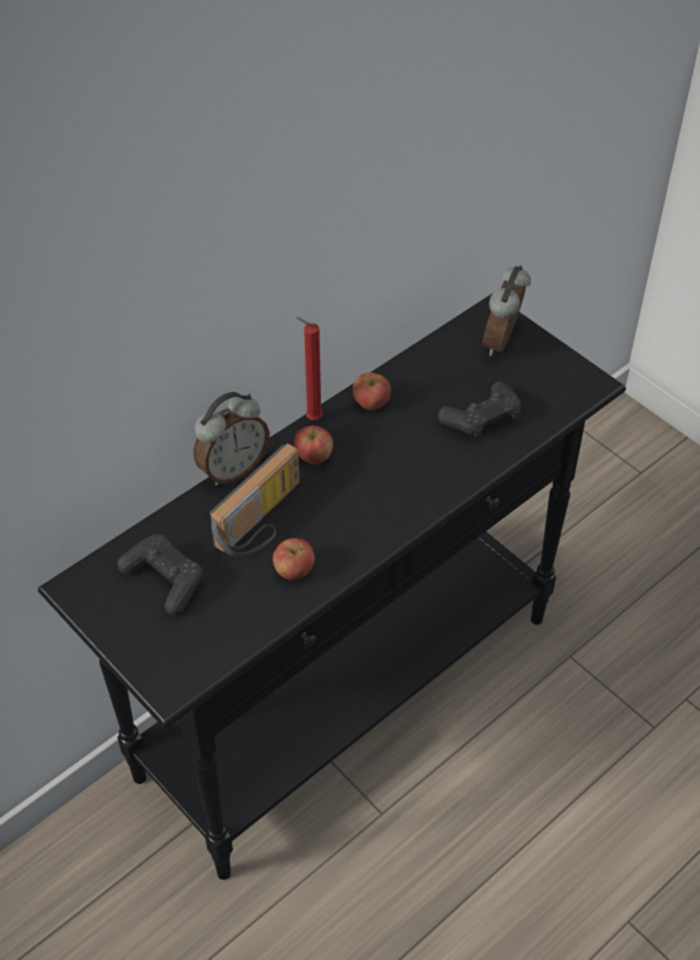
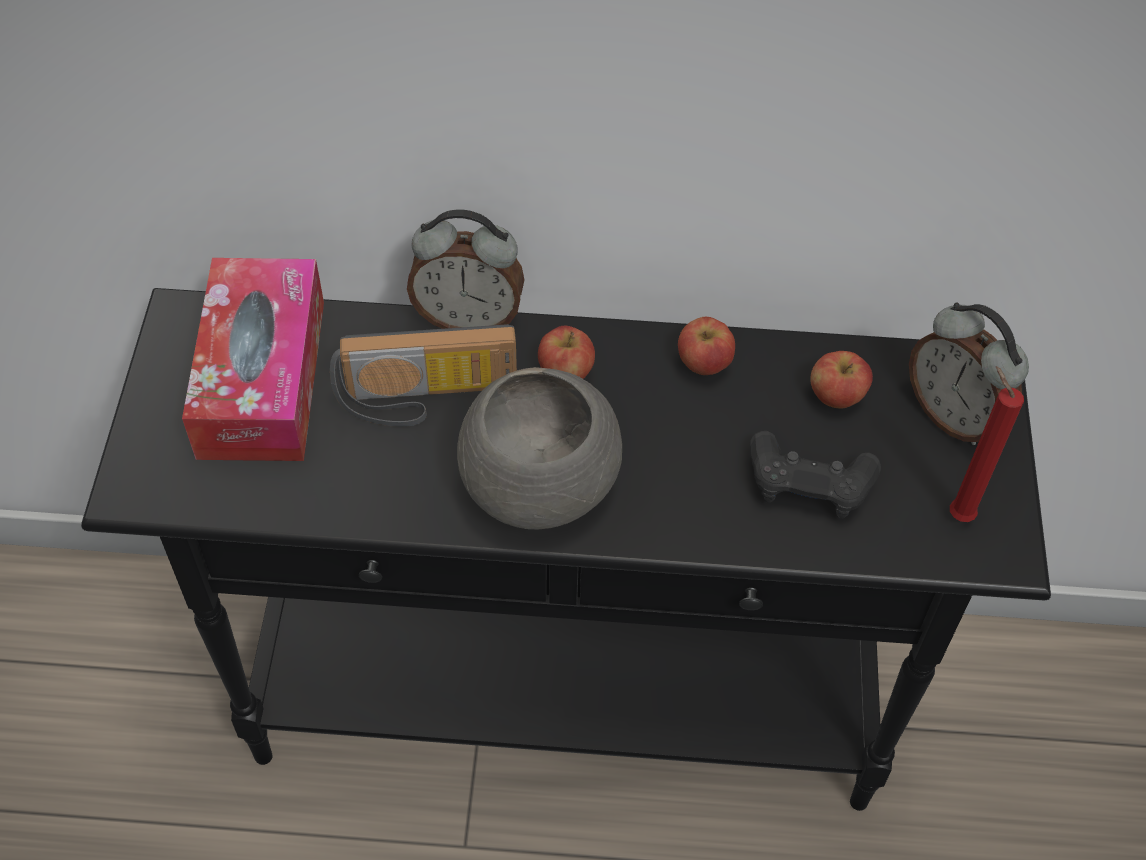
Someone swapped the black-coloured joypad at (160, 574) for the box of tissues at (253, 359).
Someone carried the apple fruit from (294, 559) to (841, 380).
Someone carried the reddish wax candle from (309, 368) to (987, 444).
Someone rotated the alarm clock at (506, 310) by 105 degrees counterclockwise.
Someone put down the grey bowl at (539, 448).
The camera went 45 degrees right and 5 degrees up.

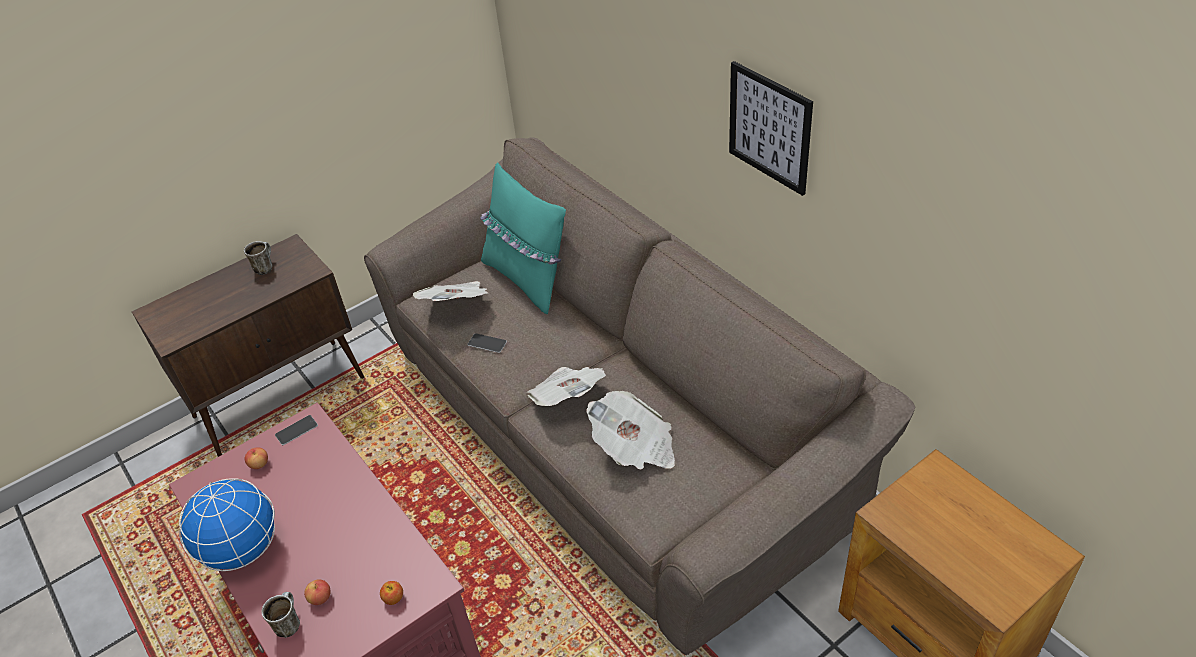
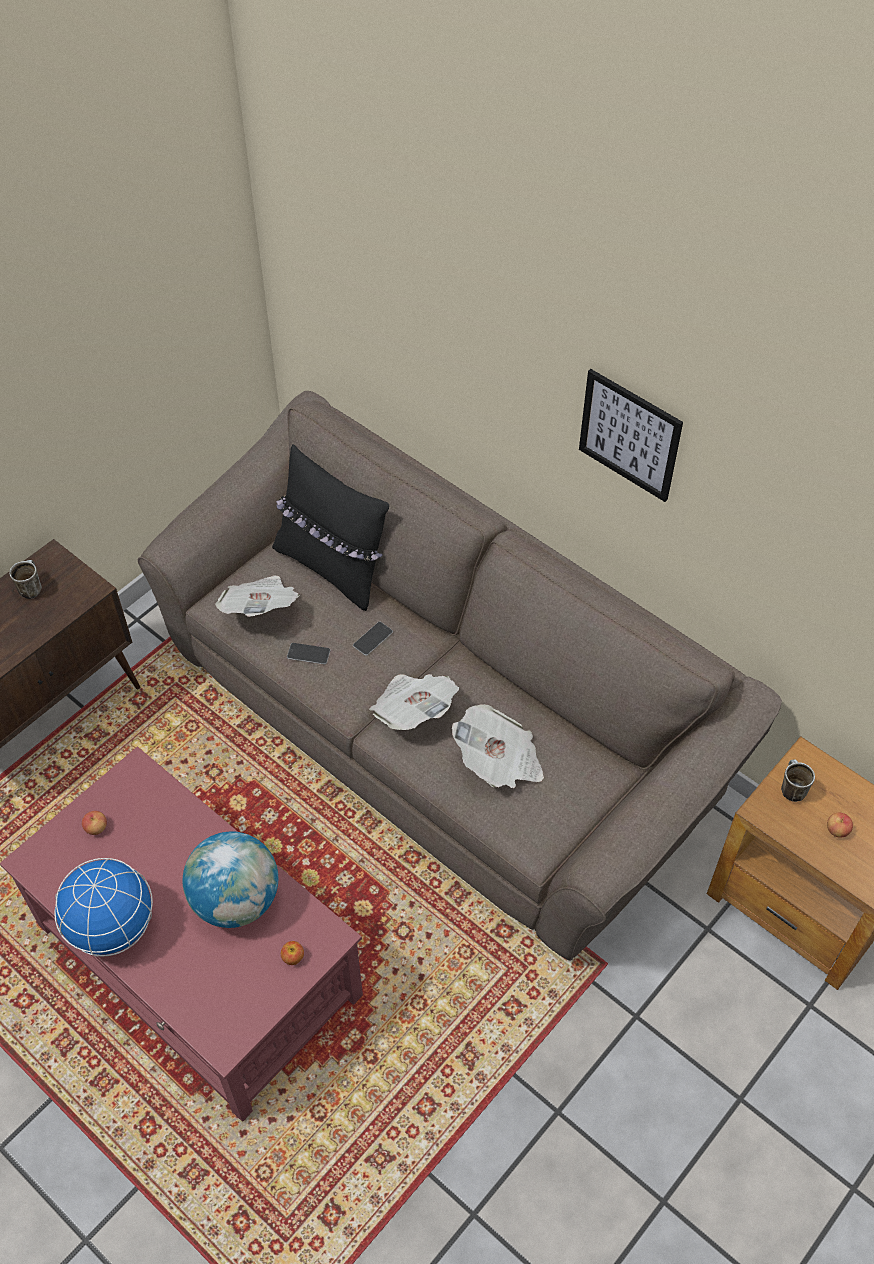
Someone carried the tea mug from (280, 615) to (798, 780).
Someone carried the phone from (296, 430) to (373, 638).
Someone carried the apple fruit from (317, 592) to (840, 825).
Someone repainted the turquoise cushion at (523, 238), which became the black-coloured cushion at (330, 527).
Someone put down the globe at (230, 879).
The camera went 15 degrees left and 10 degrees up.

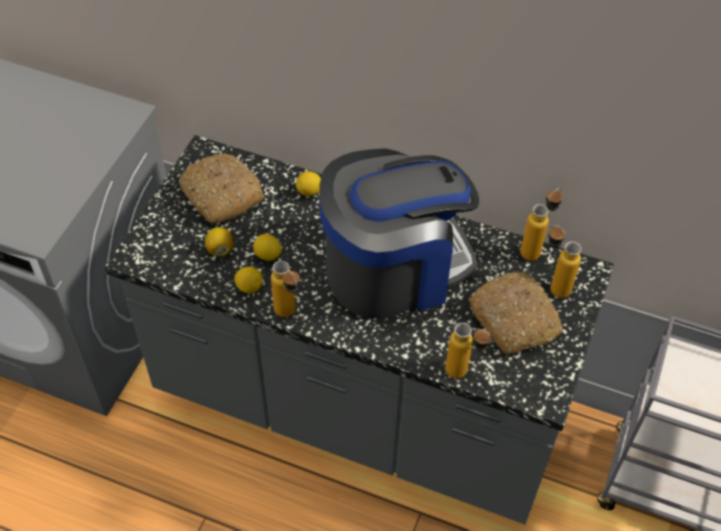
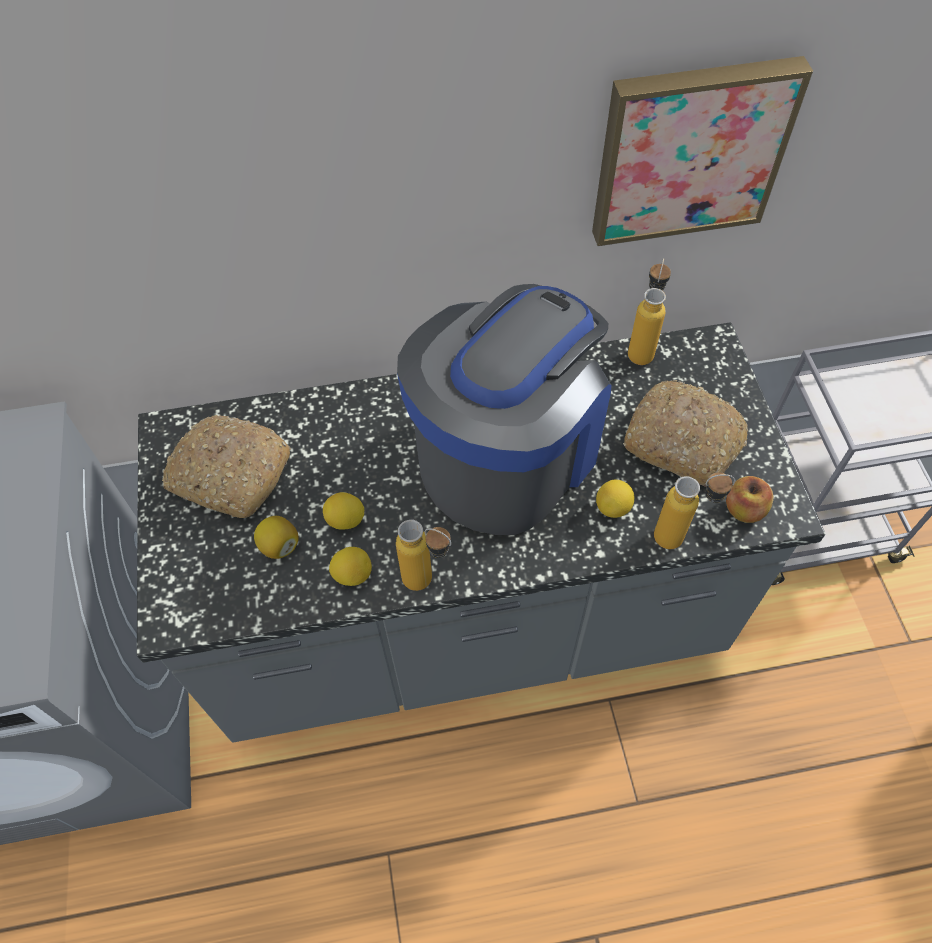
Someone carried the whole lemon from (308, 183) to (615, 499).
Someone took away the bottle at (564, 261).
Someone put up the picture at (702, 151).
Someone put down the apple fruit at (750, 499).
The camera went 30 degrees left and 5 degrees up.

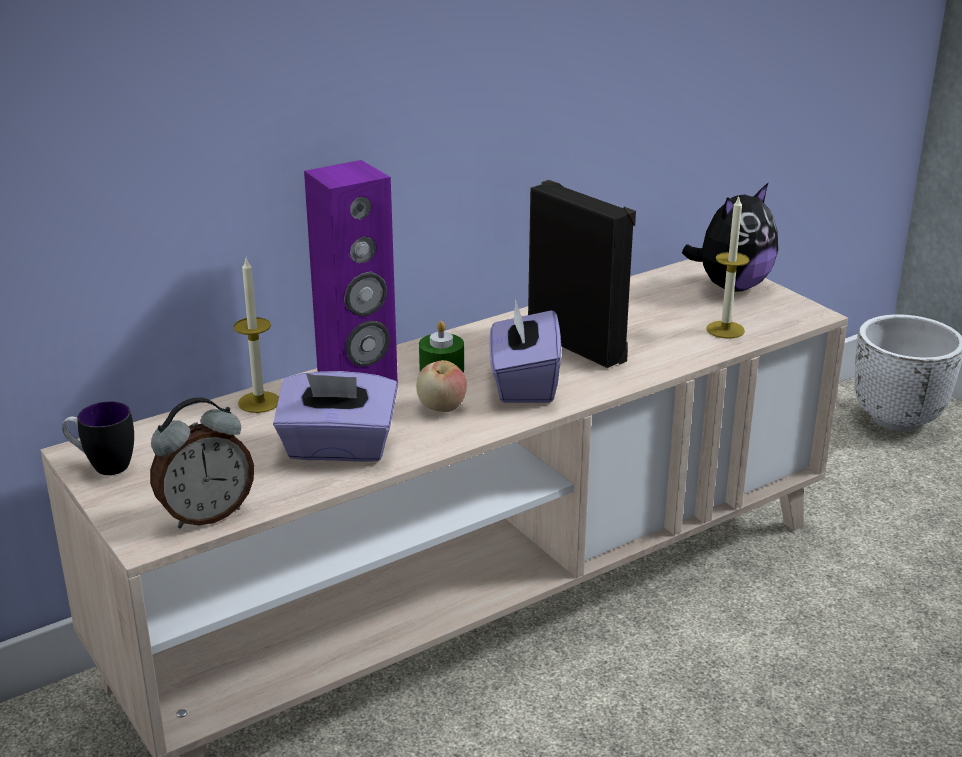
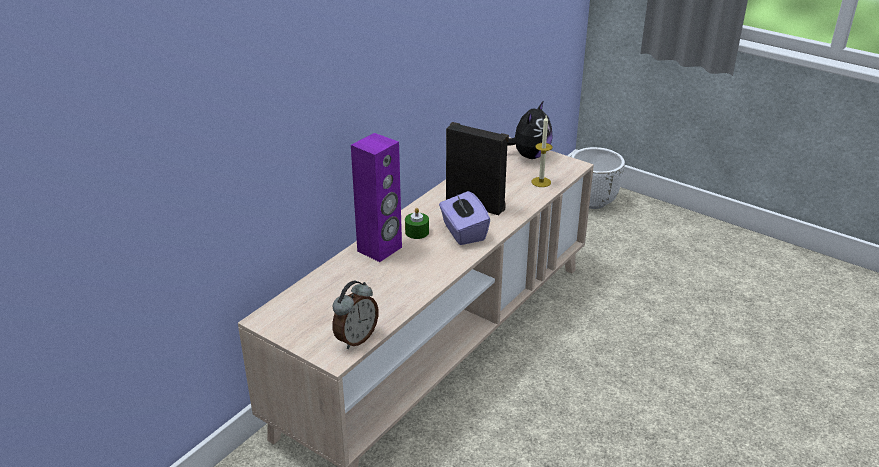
Someone took away the tea mug at (98, 438).
Someone took away the wax candle at (256, 336).
Someone took away the purplish box of tissues at (335, 416).
Someone took away the apple fruit at (441, 386).
The camera went 20 degrees left and 5 degrees up.

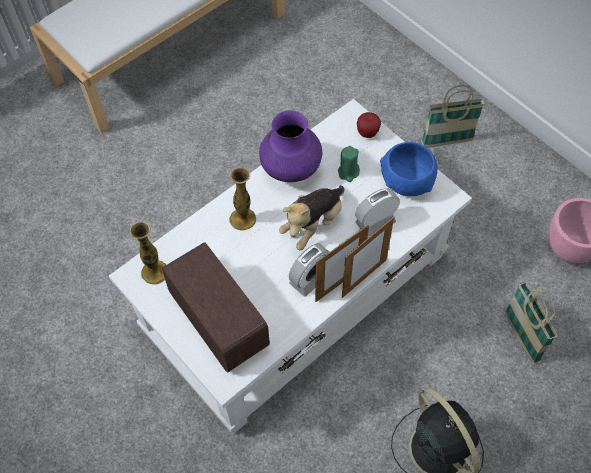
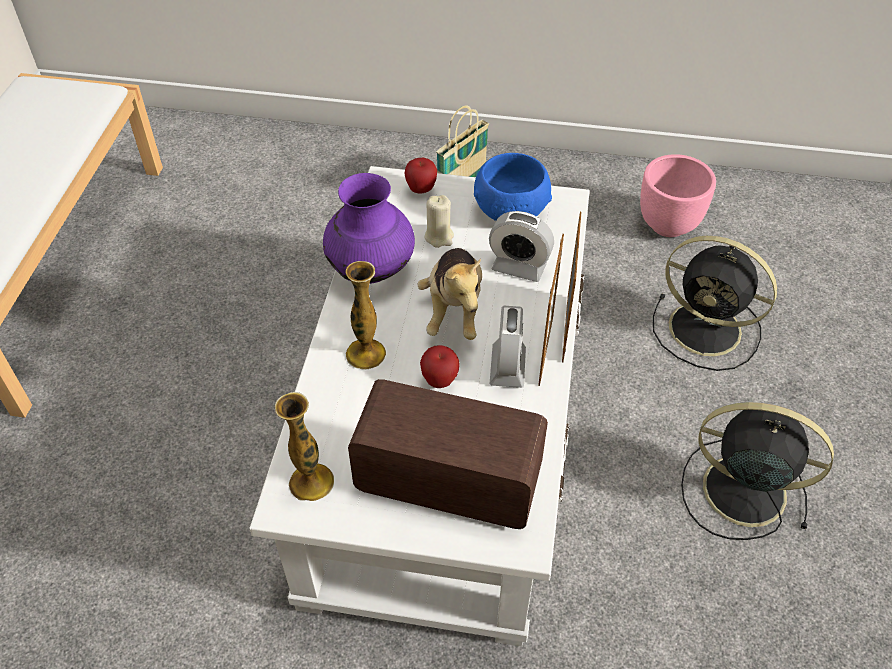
Someone repainted the green wax candle at (349, 164), which became the beige wax candle at (439, 221).
Someone rotated the alarm clock at (377, 212) by 90 degrees counterclockwise.
Someone swapped the storage basket at (531, 322) for the black-coloured fan at (715, 303).
Someone put down the apple fruit at (440, 366).
The camera went 40 degrees left and 10 degrees down.

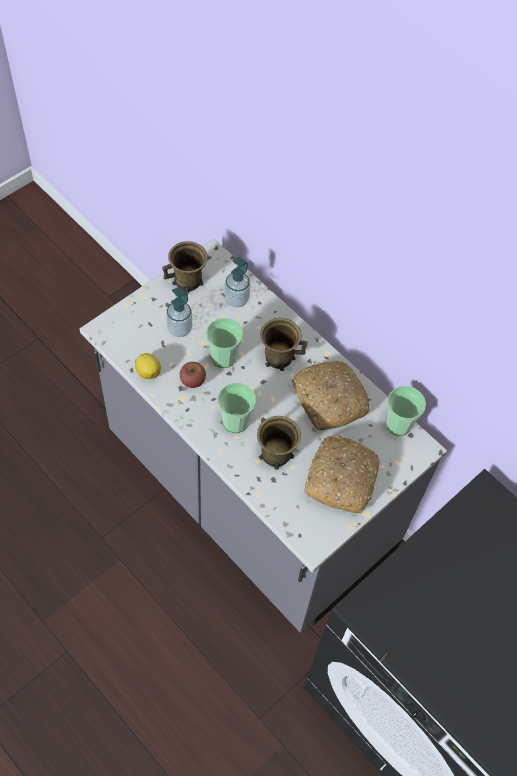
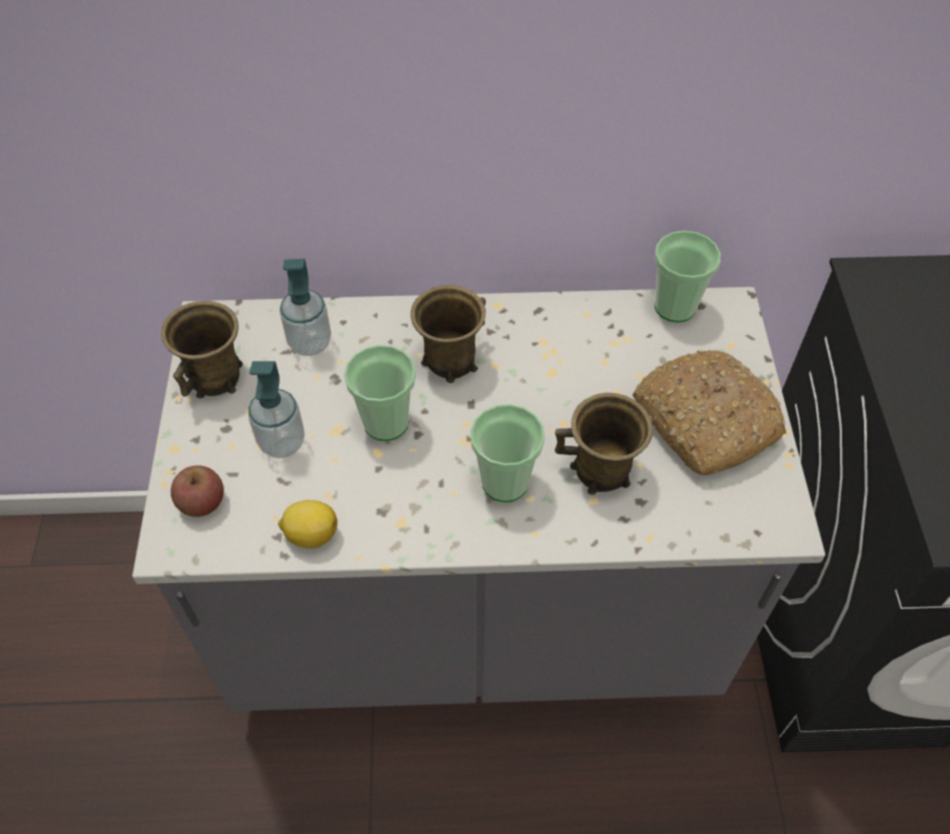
Someone carried the apple fruit from (193, 375) to (197, 491).
Someone took away the bakery bread at (331, 395).
The camera went 45 degrees left and 5 degrees down.

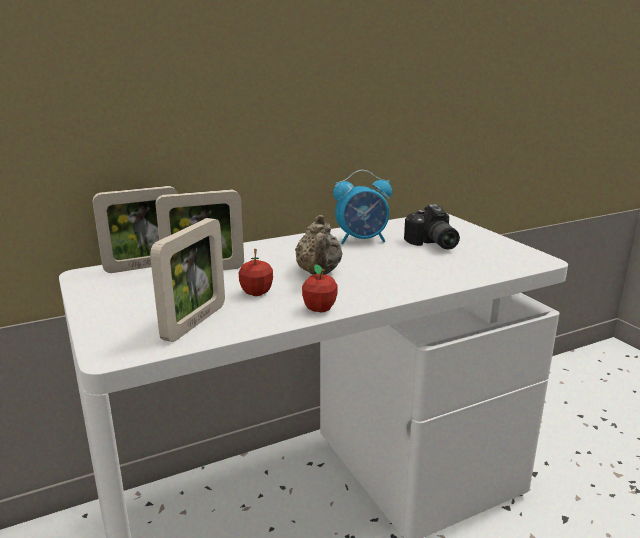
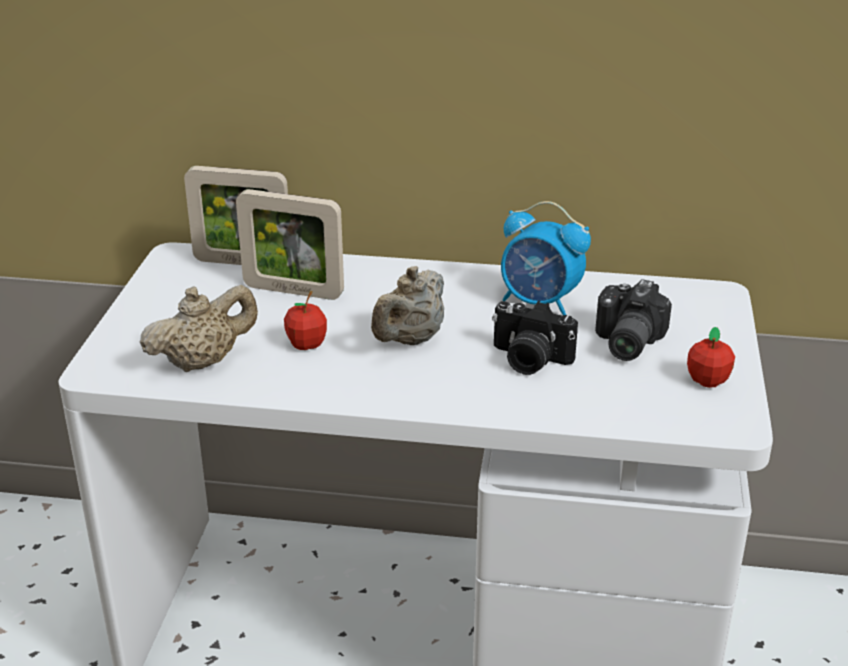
Someone swapped the picture frame at (187, 280) for the beige pot for tea at (199, 328).
Someone carried the apple fruit from (320, 288) to (711, 357).
Someone put down the still camera at (535, 338).
The camera went 35 degrees right and 10 degrees up.

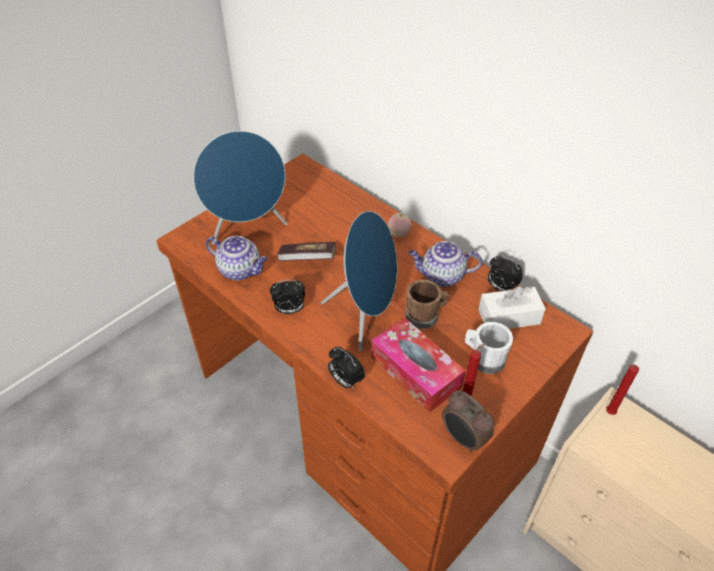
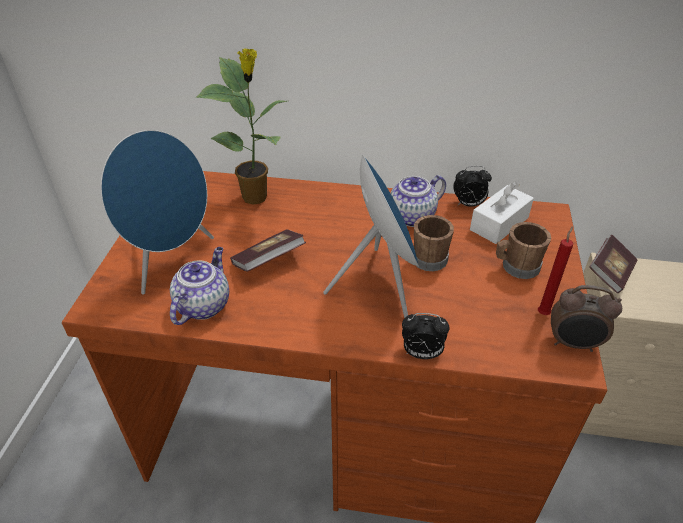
Someone rotated the pot for tea at (237, 258) by 60 degrees counterclockwise.
Someone took away the alarm clock at (287, 296).
Someone took away the box of tissues at (418, 365).
Someone took away the apple fruit at (399, 225).
Someone repainted the white tea mug at (489, 348), which became the brownish tea mug at (523, 250).
Someone swapped the reddish wax candle at (622, 389) for the book at (613, 263).
Someone put down the potted plant at (241, 126).
The camera went 35 degrees left and 5 degrees down.

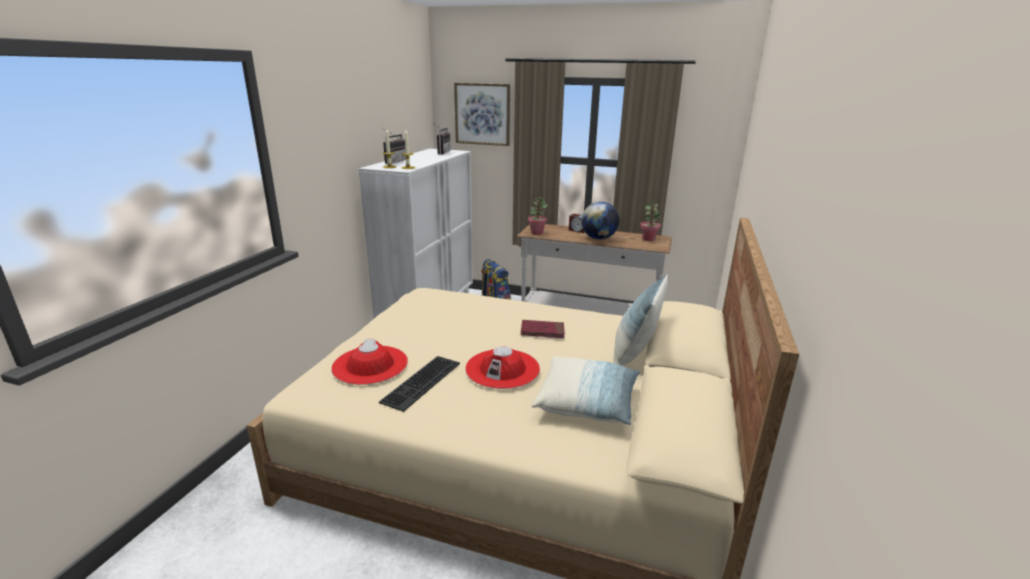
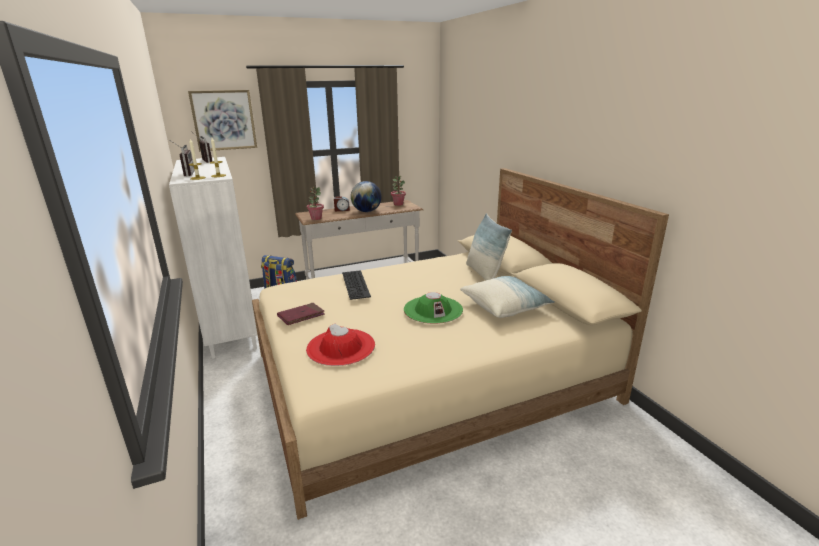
Someone carried the PC keyboard from (419, 384) to (356, 285).
Someone repainted the reddish hat at (502, 367), which became the green hat at (433, 308).
Someone carried the reddish book from (542, 329) to (301, 314).
The camera went 40 degrees left and 0 degrees up.

